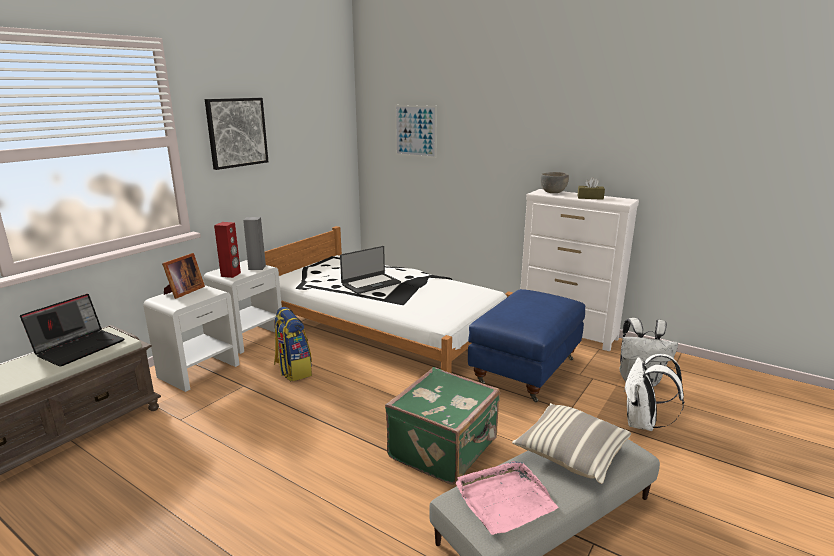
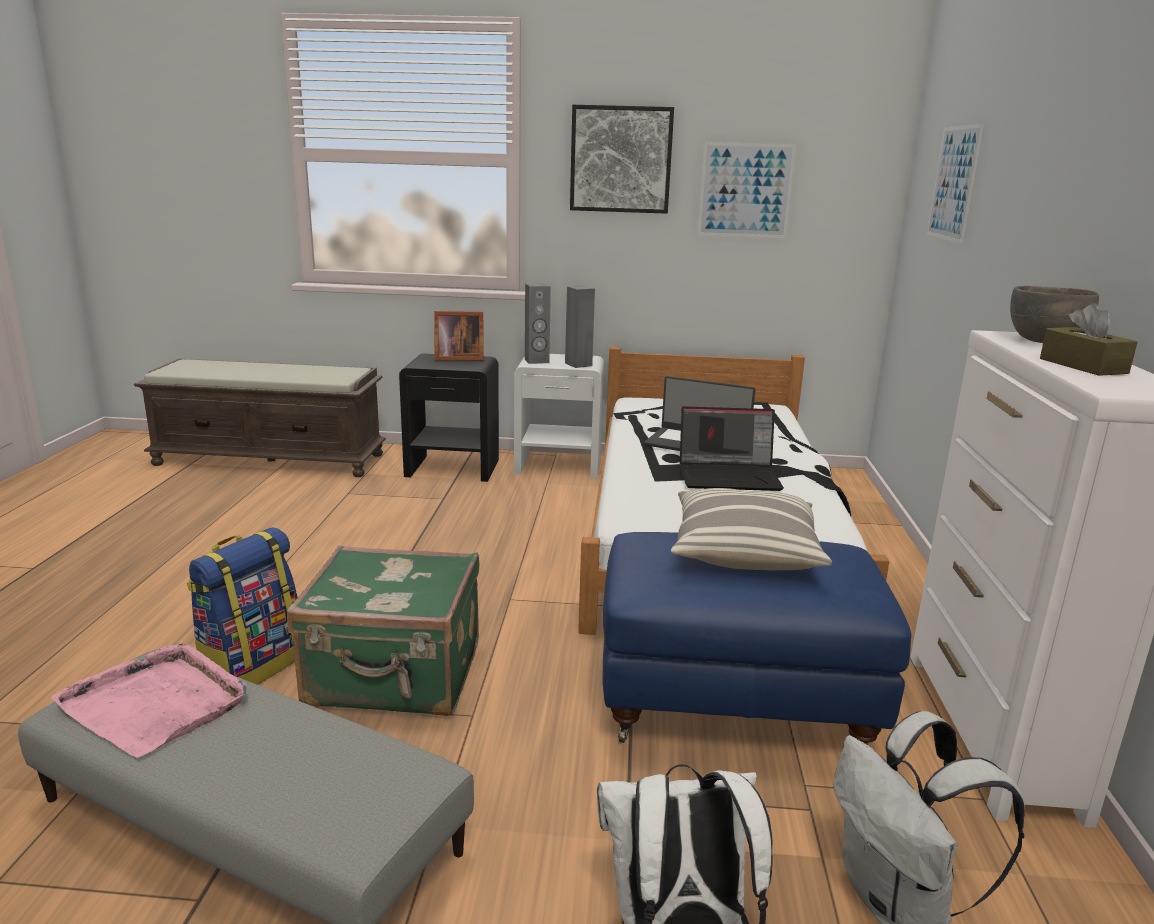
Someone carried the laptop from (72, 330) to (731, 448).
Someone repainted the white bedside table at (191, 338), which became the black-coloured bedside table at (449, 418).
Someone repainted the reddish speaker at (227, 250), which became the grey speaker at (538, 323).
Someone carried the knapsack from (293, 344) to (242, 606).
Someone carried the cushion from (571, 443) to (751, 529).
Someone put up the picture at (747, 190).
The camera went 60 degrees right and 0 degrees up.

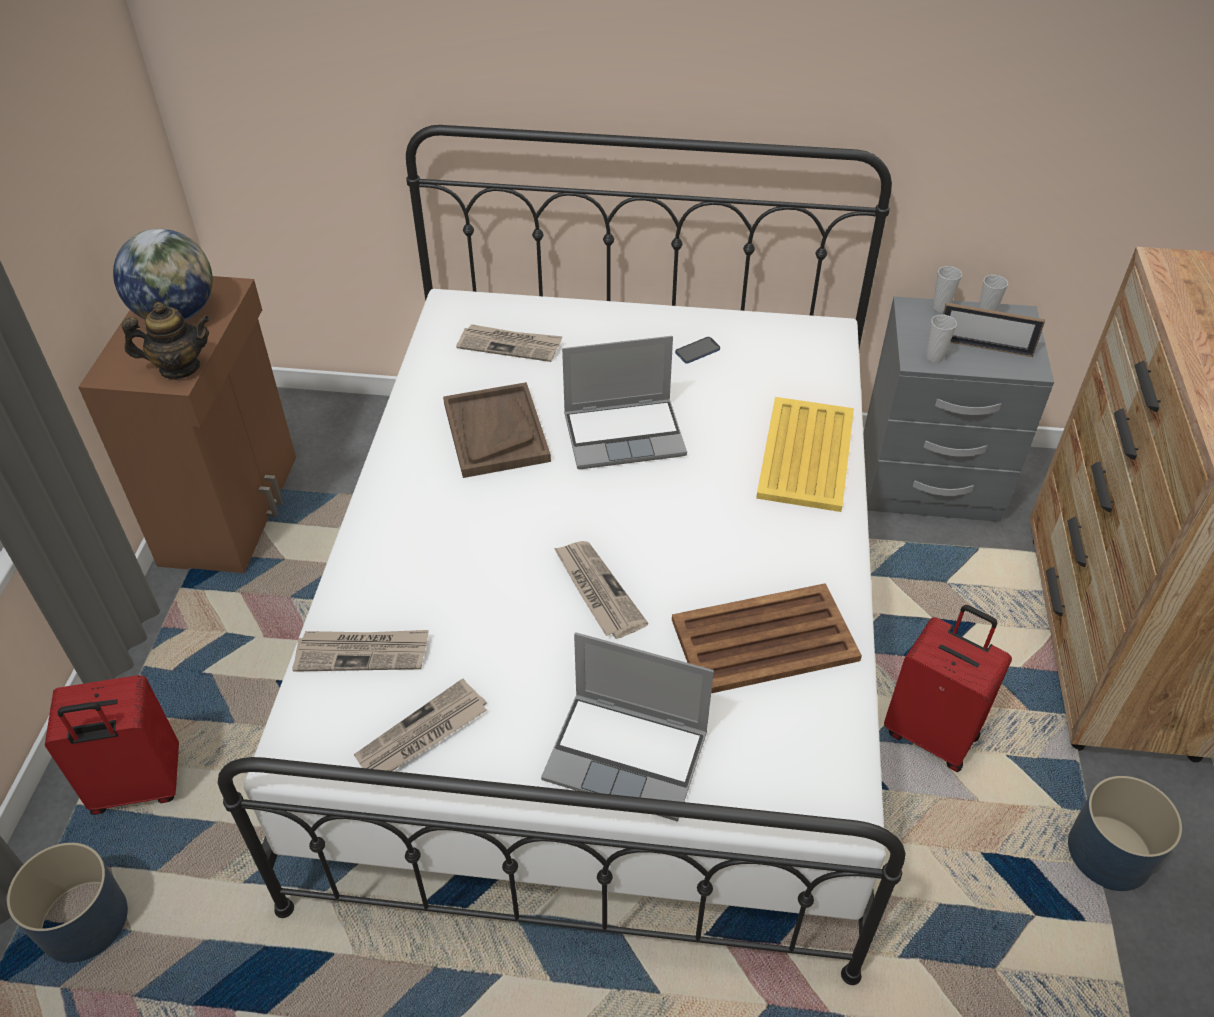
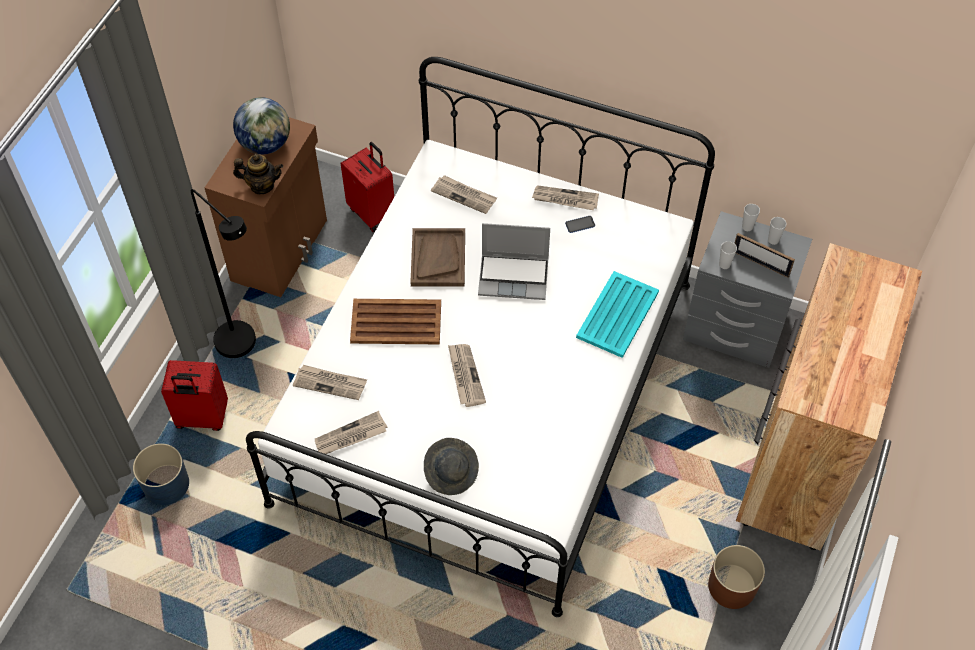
Someone swapped the laptop at (627, 727) for the grey hat at (451, 466).
Someone carried the brownish carrying tray from (767, 638) to (395, 321).
Someone repainted the yellow-coloured carrying tray at (805, 454), which became the turquoise carrying tray at (617, 314).
Someone carried the reddish piece of luggage from (948, 688) to (367, 187).
Someone repainted the blue flower pot at (1125, 833), which became the brownish flower pot at (736, 577).
Someone put down the black-coloured floor lamp at (223, 273).
Someone put down the newspaper at (565, 197).
The camera went 15 degrees right and 10 degrees up.

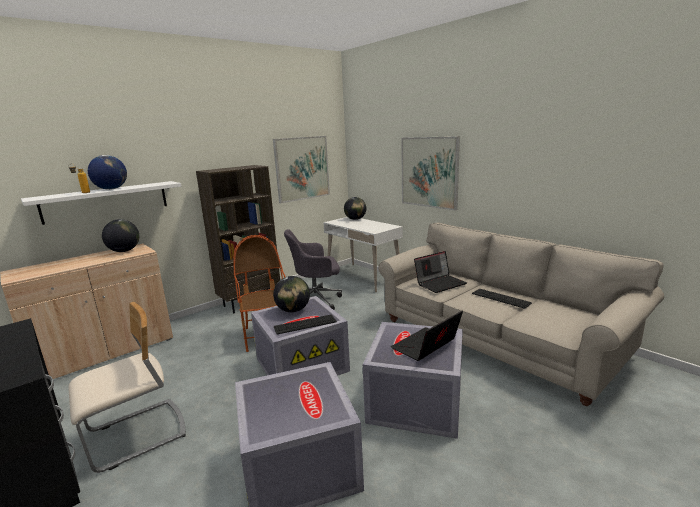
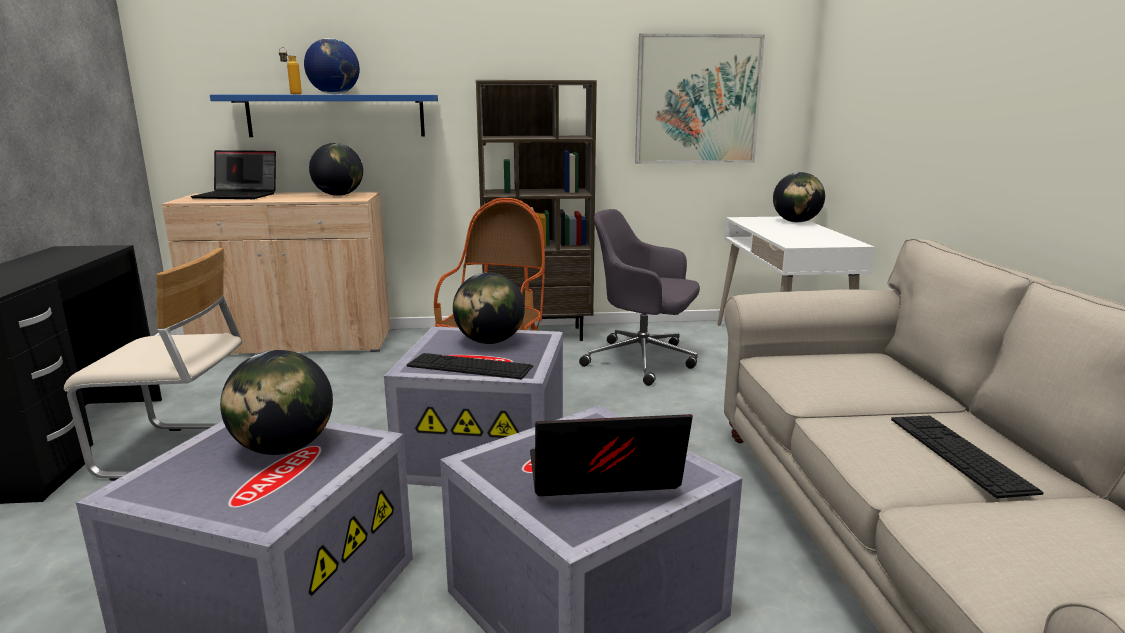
Someone repainted the white shelf at (101, 203), which became the blue shelf at (324, 116).
Someone took away the picture at (430, 173).
Someone carried the laptop from (440, 272) to (233, 174).
Someone put down the globe at (276, 402).
The camera went 35 degrees right and 0 degrees up.

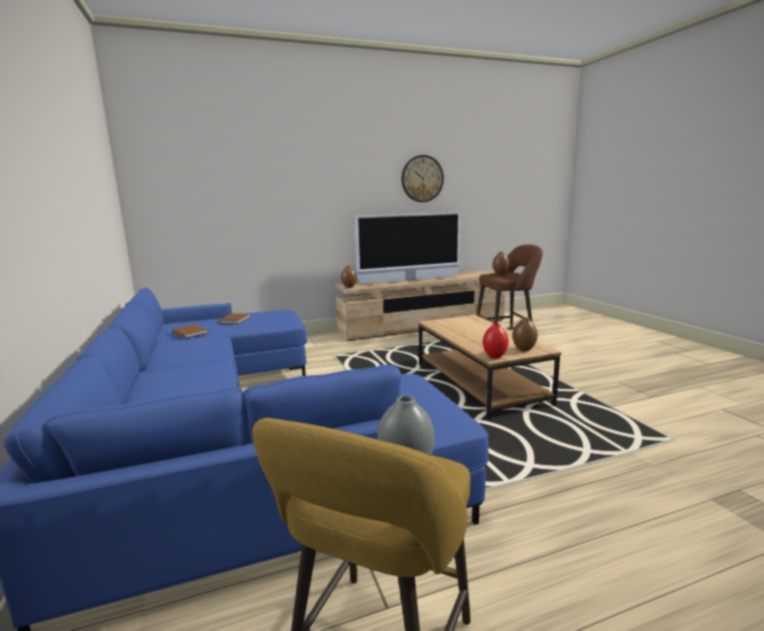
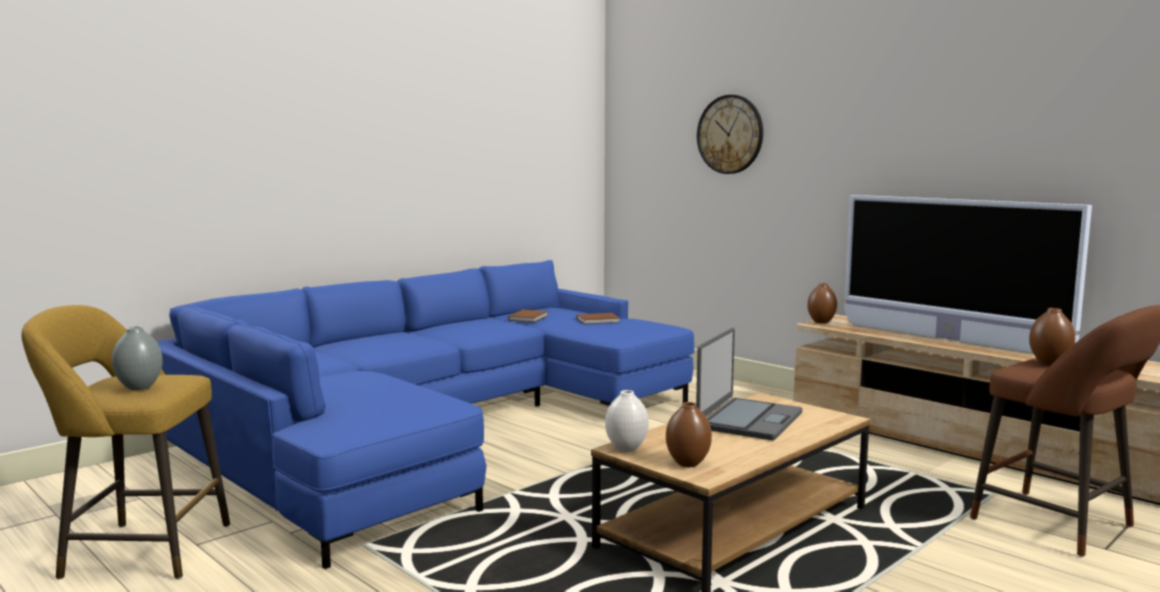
Someone carried the hanging clock from (423, 178) to (730, 134).
Someone repainted the reddish decorative vase at (496, 341), which became the white decorative vase at (627, 421).
Someone put down the laptop at (749, 384).
The camera went 65 degrees right and 5 degrees down.

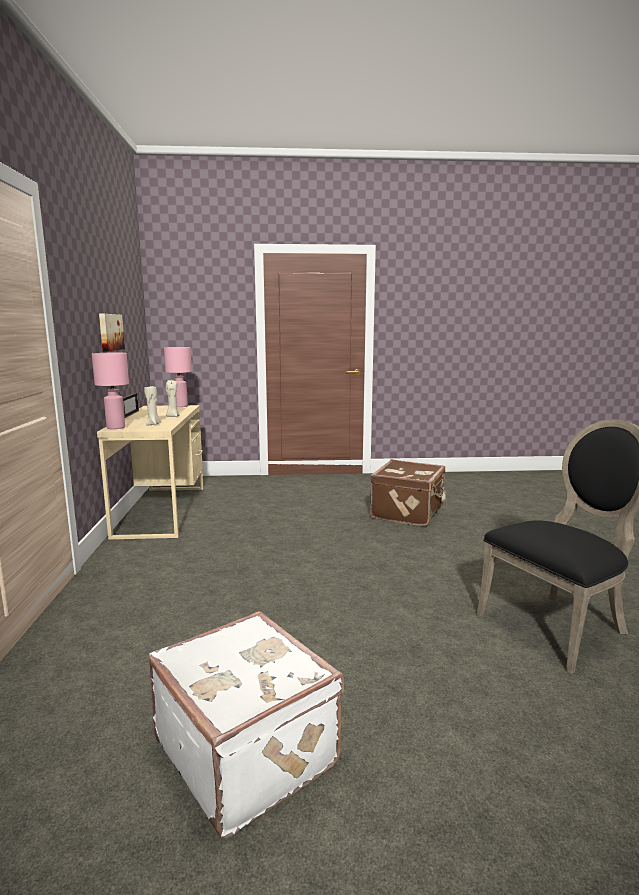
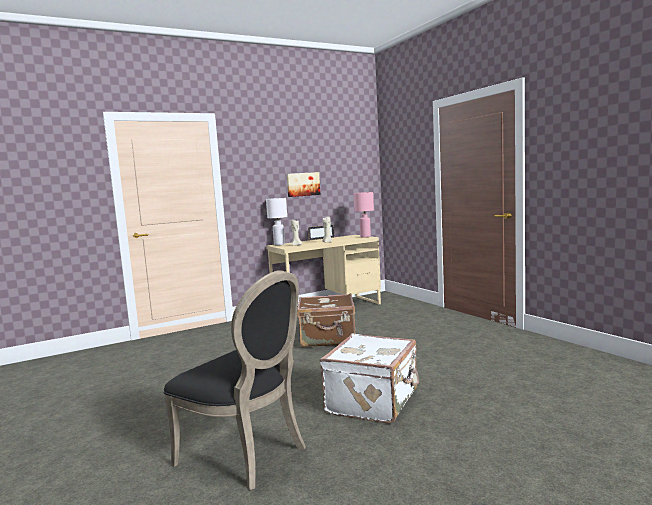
Someone repainted the pink table lamp at (110, 391), which became the white table lamp at (276, 221).
Someone carried the white piece of luggage from (246, 724) to (369, 378).
Someone carried the brownish piece of luggage from (408, 492) to (326, 320).
The camera went 65 degrees right and 5 degrees down.

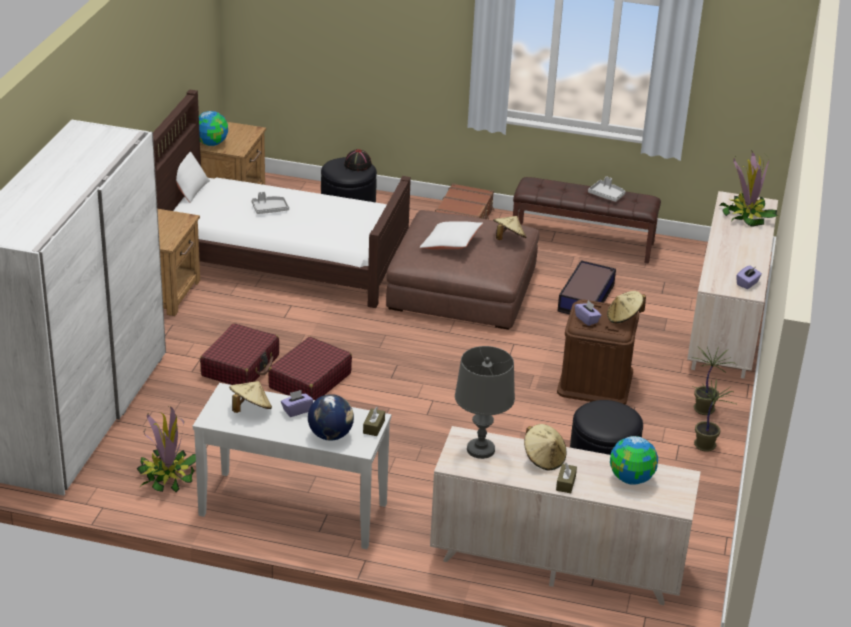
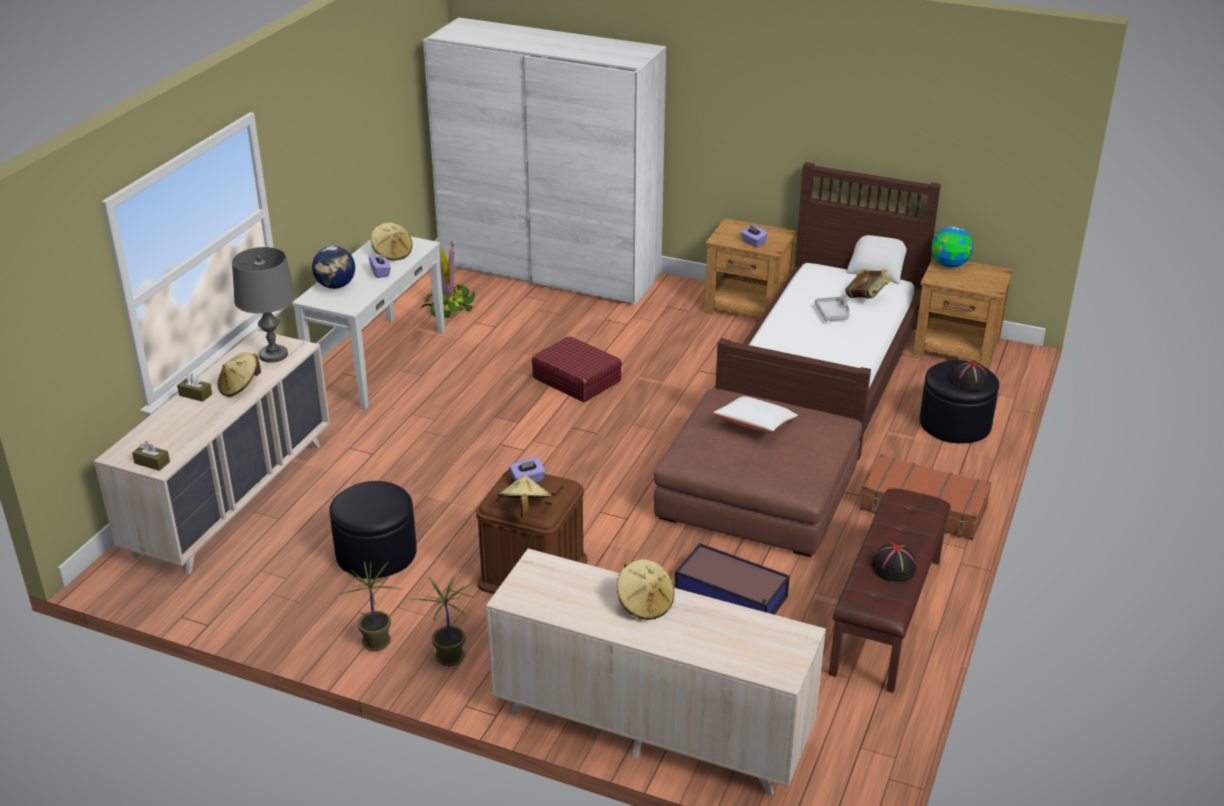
Someone took away the reddish piece of luggage at (239, 354).
Someone carried the brownish box of tissues from (374, 421) to (151, 456).
Someone carried the beige hat from (509, 228) to (645, 589).
Someone swapped the grey carrying tray at (606, 189) for the black-coloured hat at (893, 562).
Someone took away the globe at (634, 460).
Someone took away the potted plant at (748, 188).
Someone carried the purplish box of tissues from (749, 277) to (754, 235).
Someone put down the book at (868, 284).
The camera went 100 degrees right and 0 degrees up.

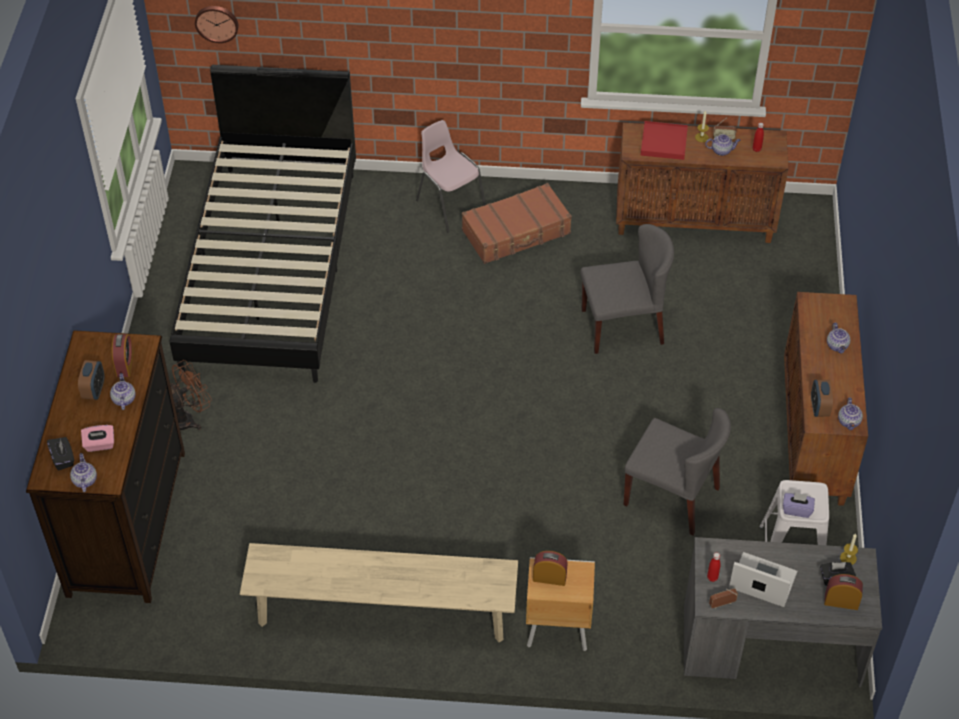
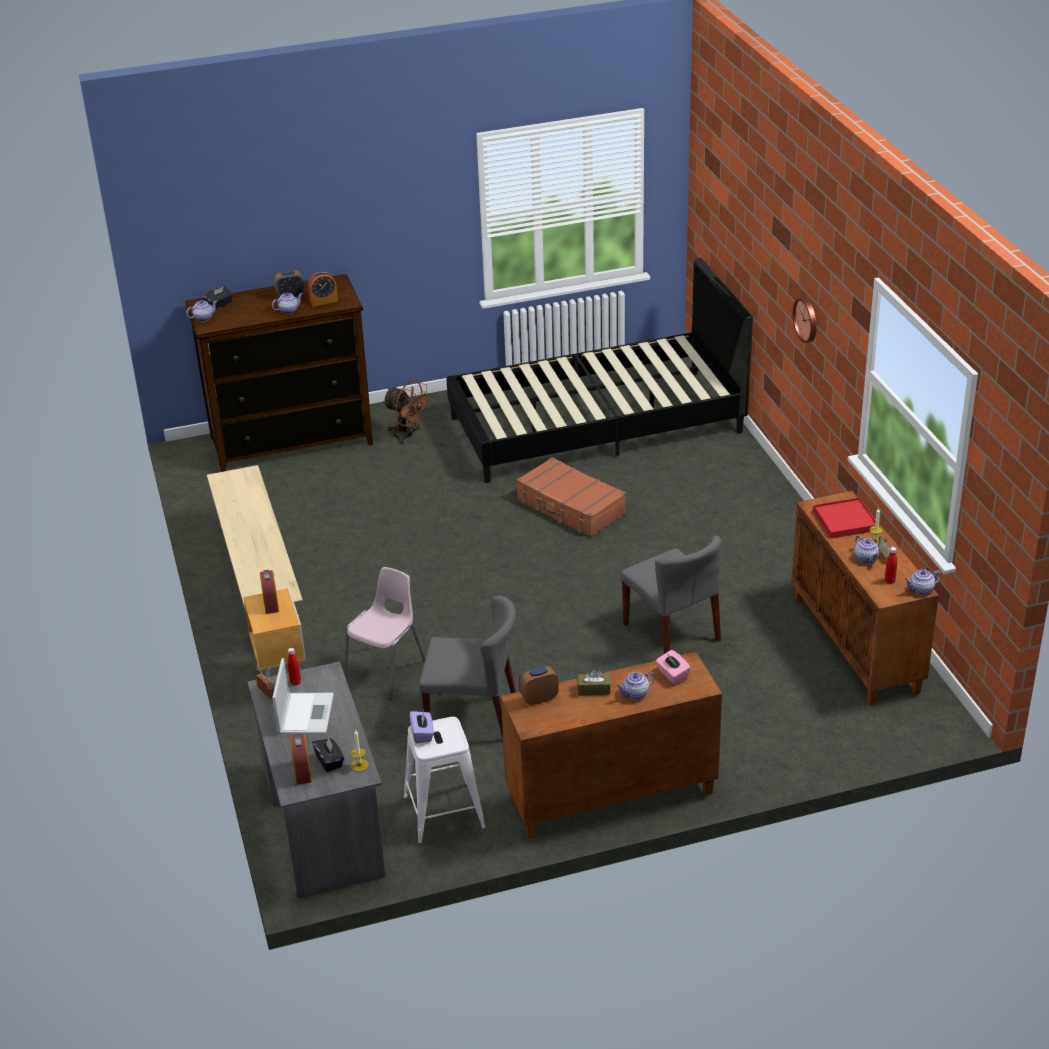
Someone carried the pink box of tissues from (97, 438) to (673, 667).
Someone carried the hanging clock from (217, 24) to (805, 320).
Someone carried the pink plain chair from (451, 176) to (384, 633).
Someone carried the brownish piece of luggage from (517, 223) to (571, 497).
Someone rotated the grey plain chair at (677, 472) by 90 degrees counterclockwise.
Someone carried the pot for tea from (850, 414) to (923, 582).
Someone put down the brownish box of tissues at (594, 683).
The camera went 70 degrees right and 15 degrees down.

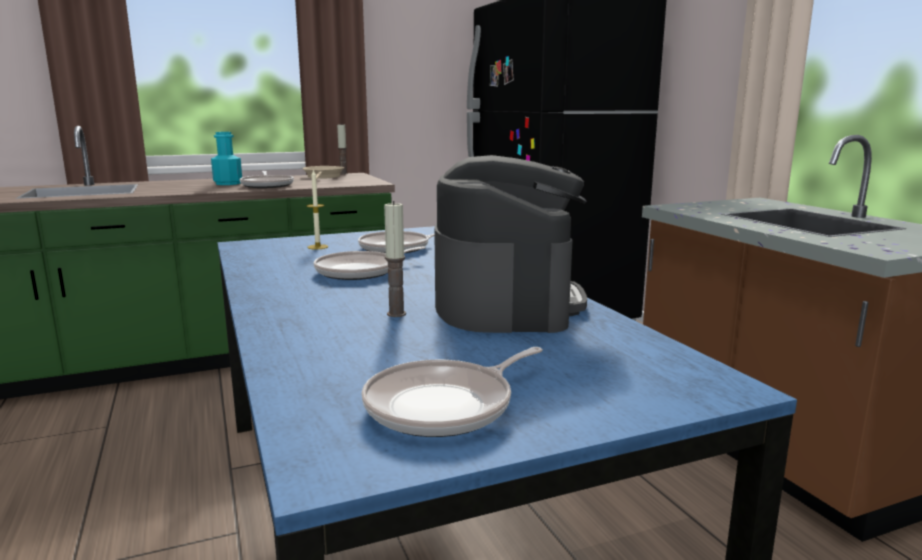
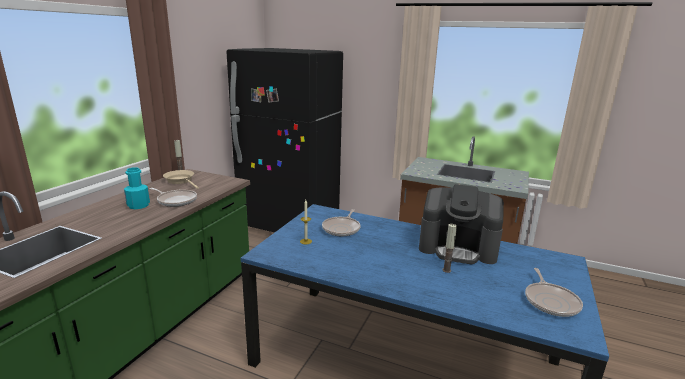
Someone took away the frying pan at (370, 263).
Someone rotated the coffee machine at (510, 244) by 150 degrees clockwise.
The camera went 45 degrees left and 5 degrees up.

